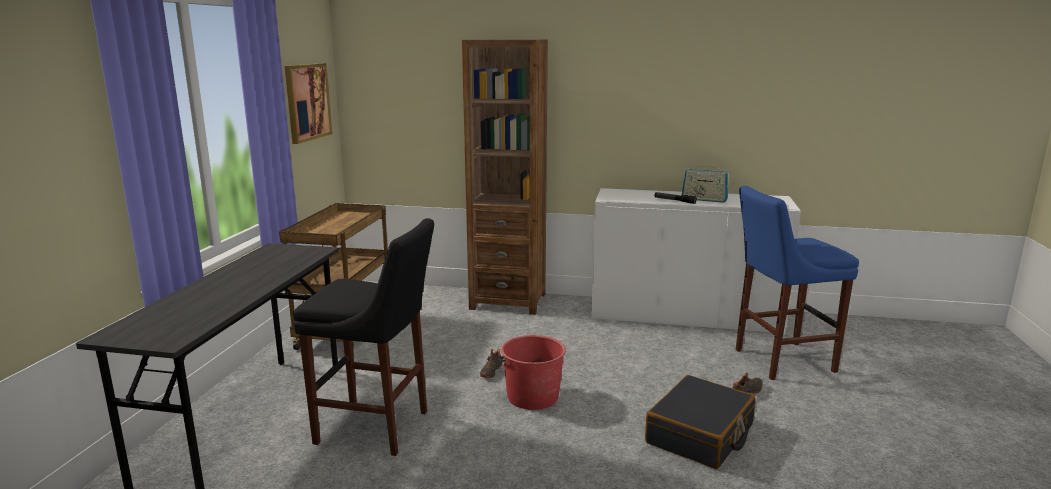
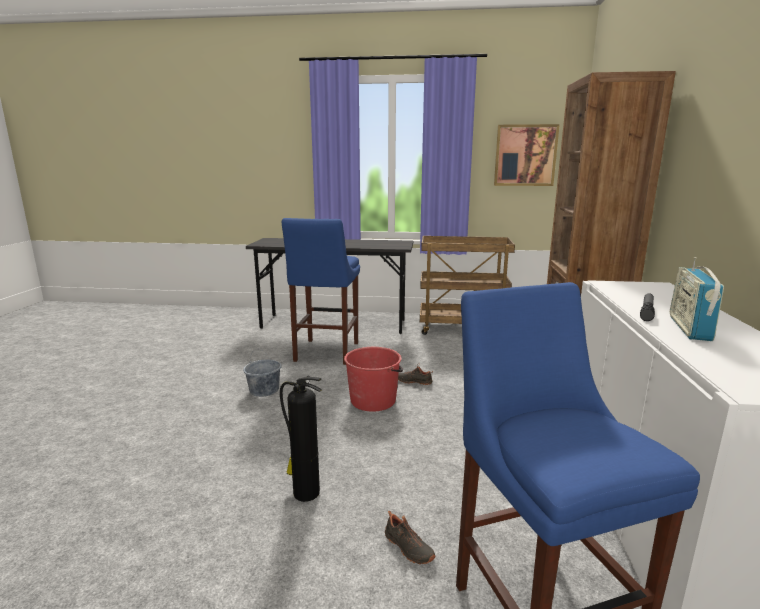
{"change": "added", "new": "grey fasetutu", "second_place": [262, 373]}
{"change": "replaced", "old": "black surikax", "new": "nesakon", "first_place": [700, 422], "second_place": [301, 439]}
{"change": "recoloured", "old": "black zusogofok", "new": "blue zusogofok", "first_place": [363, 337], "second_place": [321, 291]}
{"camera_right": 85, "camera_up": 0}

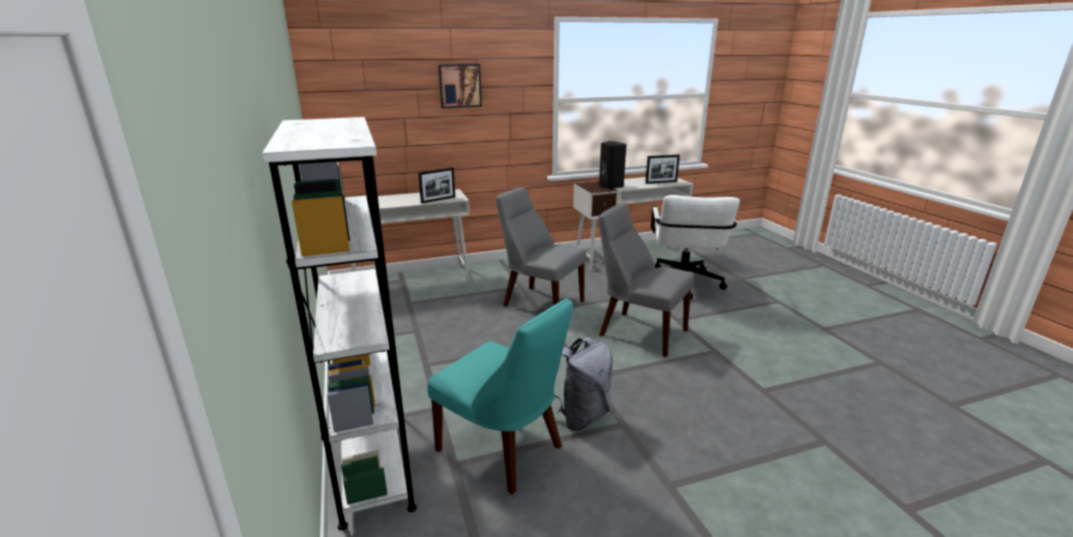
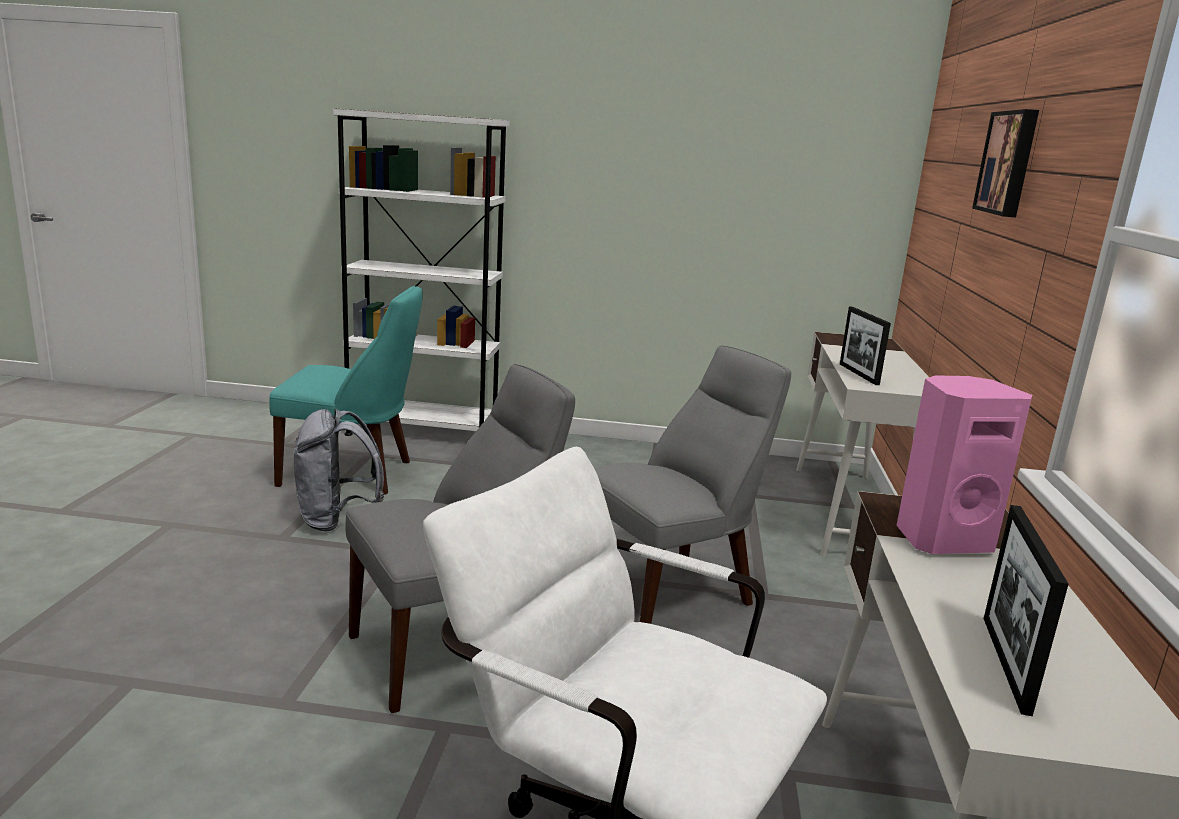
{"change": "recoloured", "old": "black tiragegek", "new": "pink tiragegek", "first_place": [612, 165], "second_place": [964, 464]}
{"change": "turned", "old": "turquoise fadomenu", "first_place": [500, 396], "second_place": [346, 390], "degrees": -150}
{"camera_right": 115, "camera_up": -5}

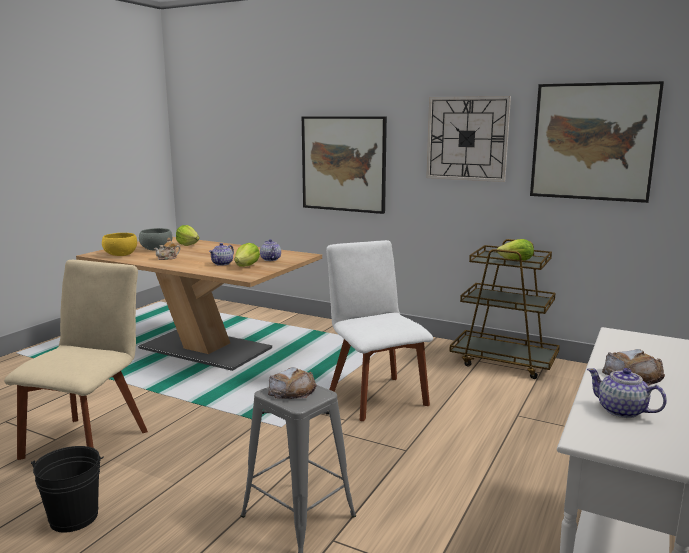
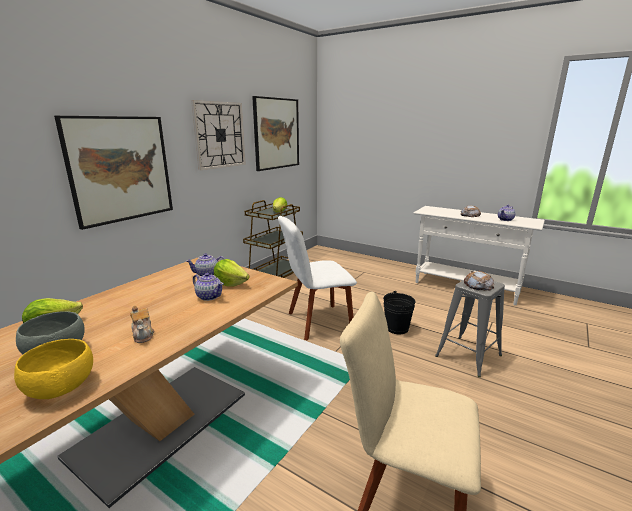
{"change": "moved", "old": "black fasetutu", "first_place": [67, 489], "second_place": [399, 312]}
{"camera_right": -85, "camera_up": 5}

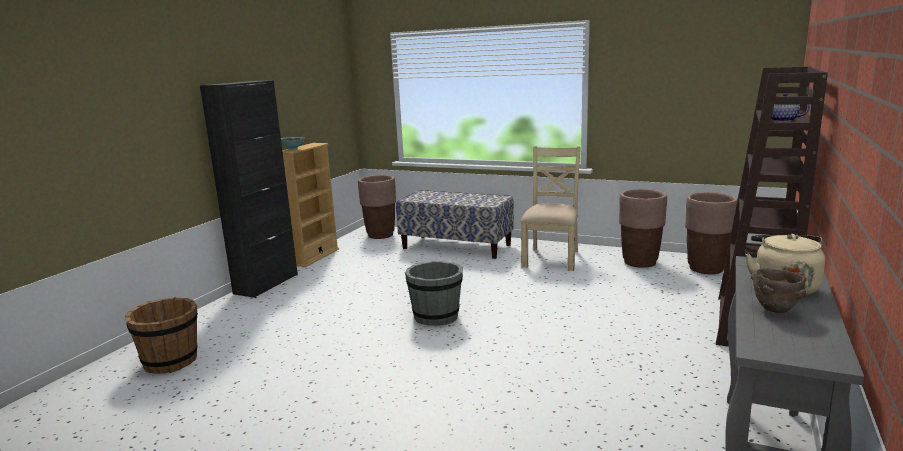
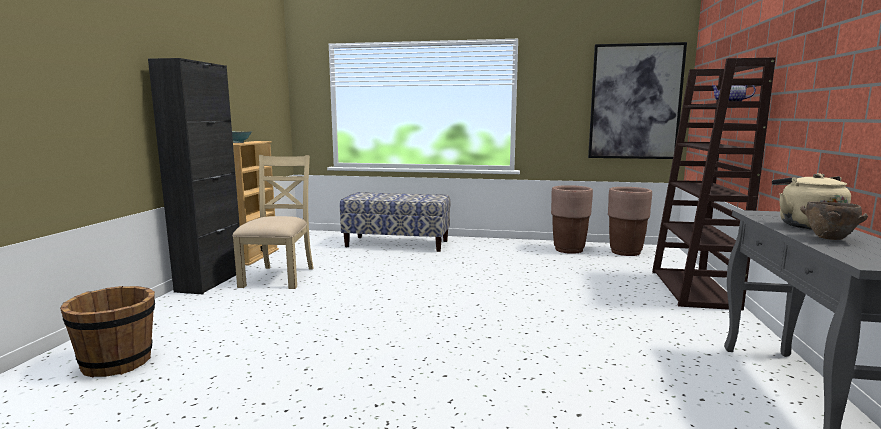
{"change": "removed", "old": "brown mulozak", "first_place": [377, 207]}
{"change": "removed", "old": "grey fasetutu", "first_place": [434, 293]}
{"change": "added", "new": "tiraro", "second_place": [637, 100]}
{"change": "moved", "old": "beige fadomenu", "first_place": [550, 209], "second_place": [273, 222]}
{"camera_right": -15, "camera_up": -5}

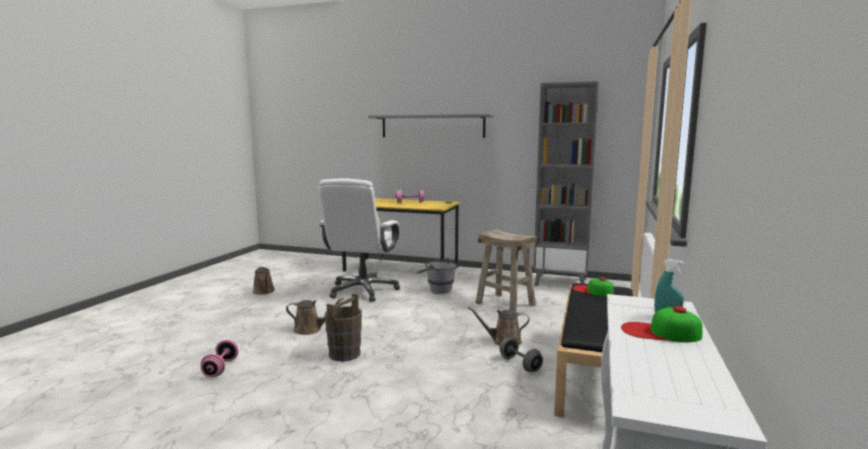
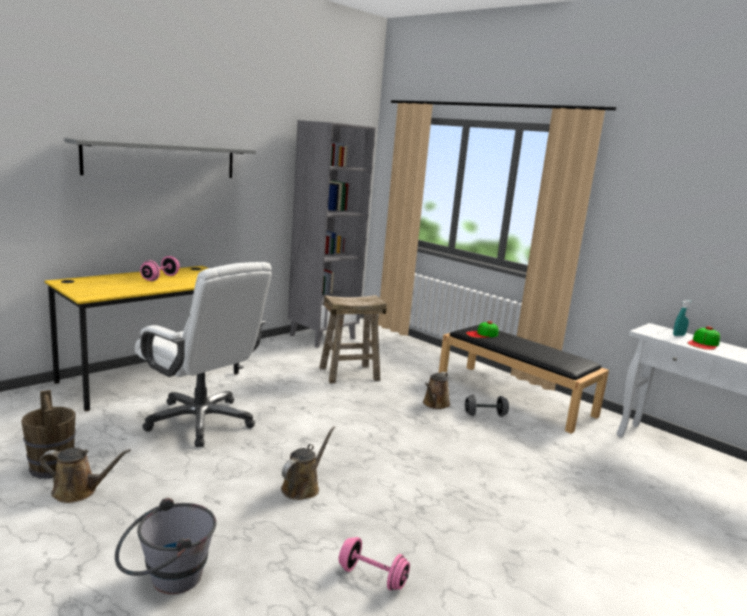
{"change": "moved", "old": "brown fasetutu", "first_place": [343, 327], "second_place": [48, 434]}
{"change": "moved", "old": "grey fasetutu", "first_place": [437, 275], "second_place": [165, 546]}
{"camera_right": -65, "camera_up": 5}

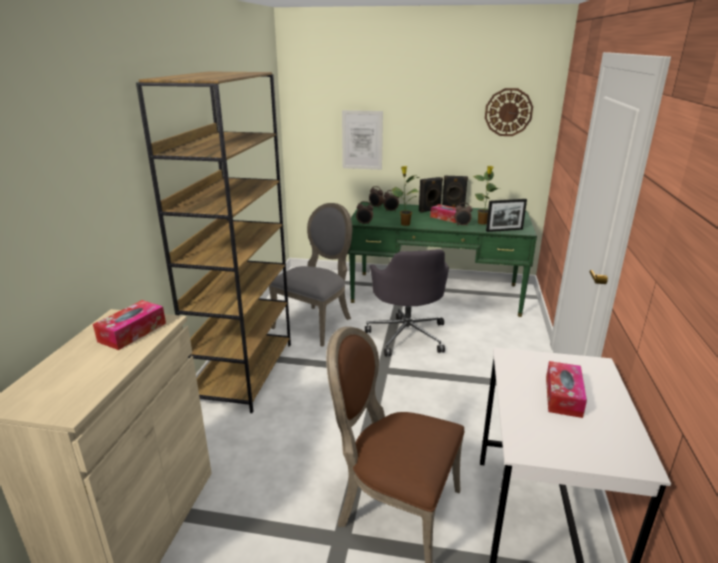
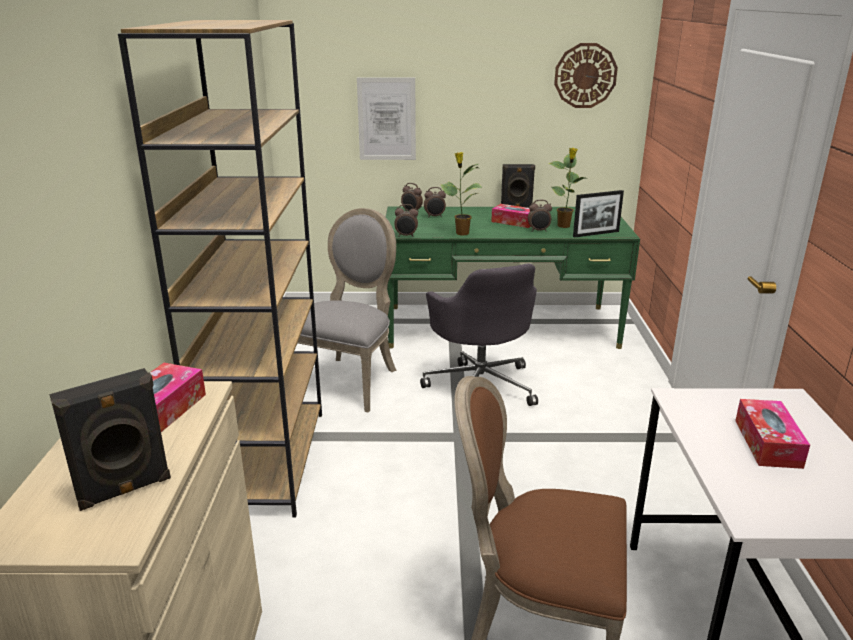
{"change": "moved", "old": "black tiragegek", "first_place": [431, 195], "second_place": [110, 439]}
{"camera_right": -10, "camera_up": 0}

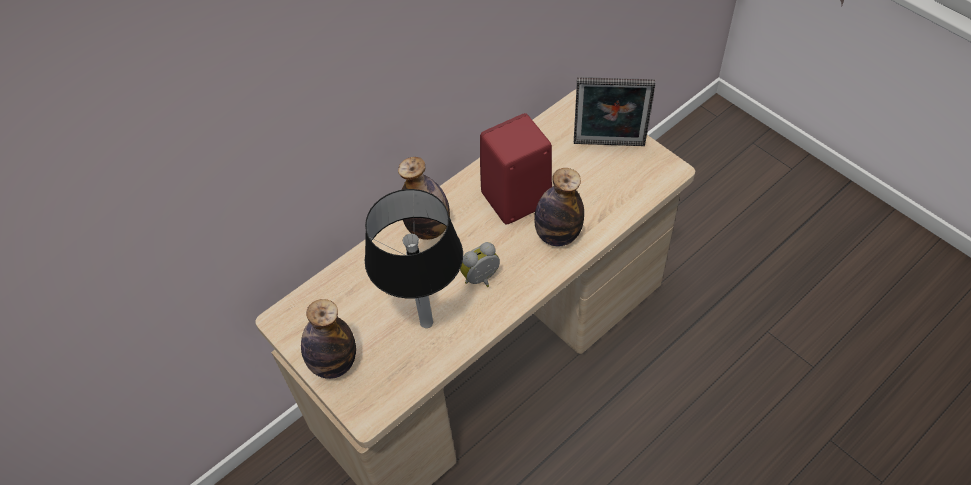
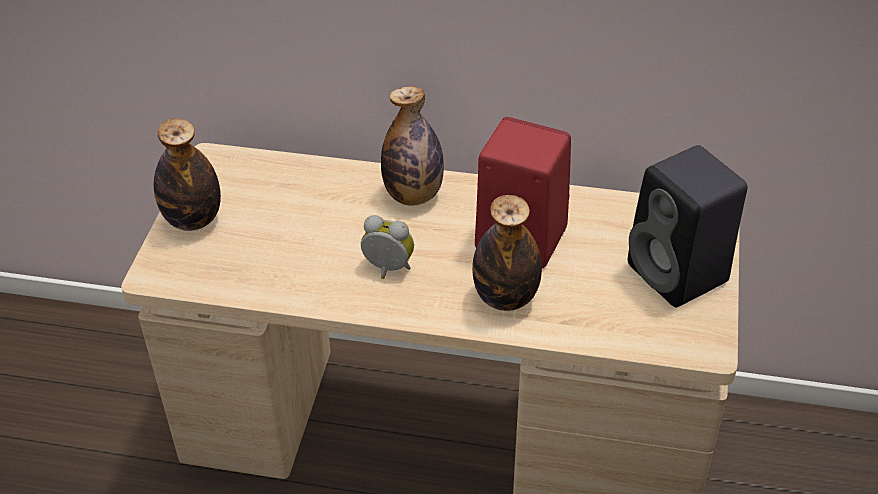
{"change": "removed", "old": "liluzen", "first_place": [414, 258]}
{"change": "replaced", "old": "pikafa", "new": "black tiragegek", "first_place": [614, 111], "second_place": [687, 226]}
{"camera_right": 50, "camera_up": -10}

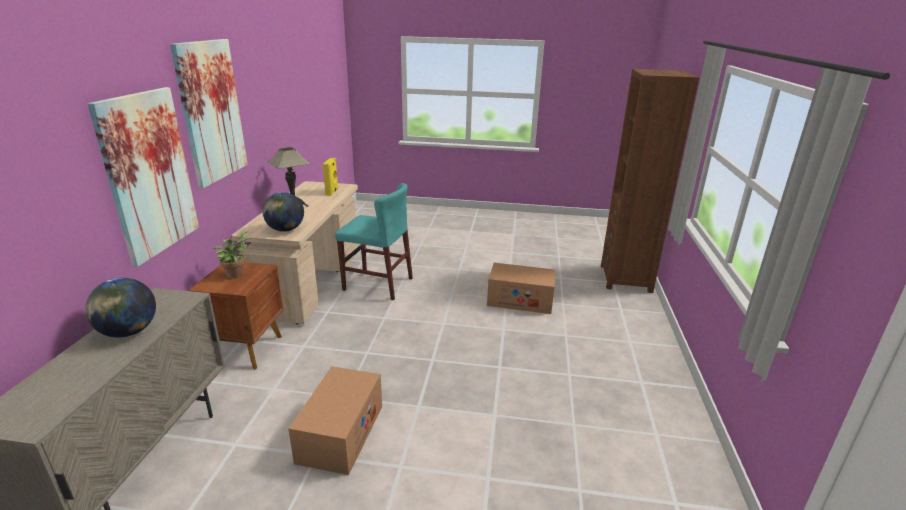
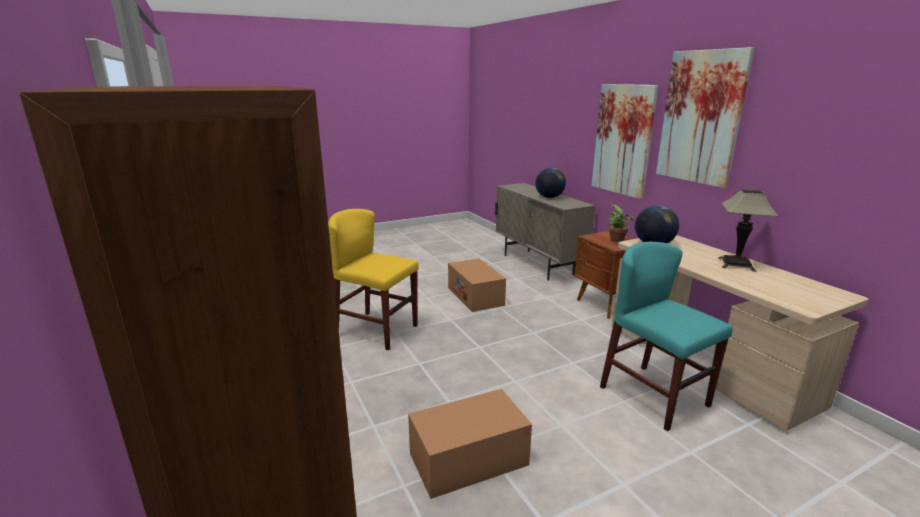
{"change": "removed", "old": "yellow tiragegek", "first_place": [330, 177]}
{"change": "added", "new": "yellow fadomenu", "second_place": [373, 279]}
{"change": "turned", "old": "turquoise fadomenu", "first_place": [374, 241], "second_place": [666, 336], "degrees": 75}
{"camera_right": 145, "camera_up": -5}

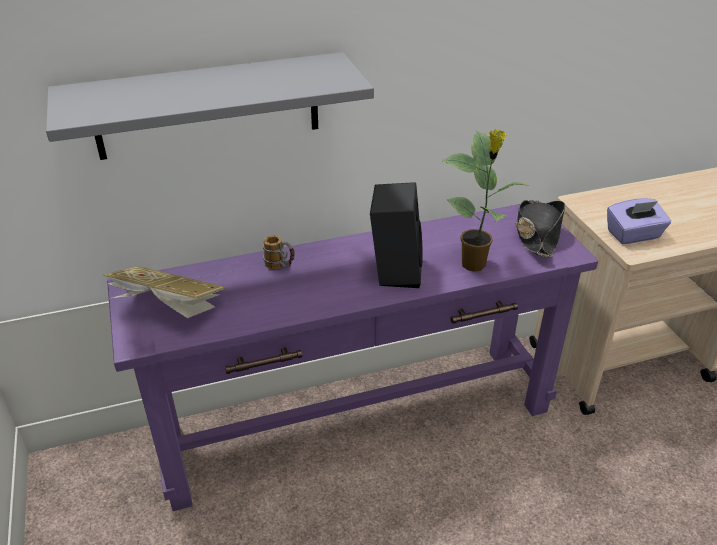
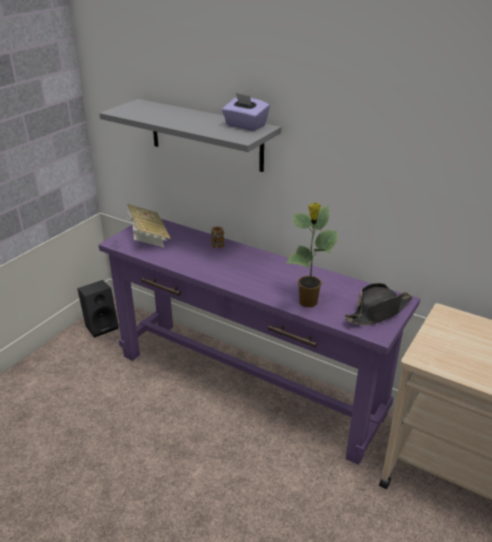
{"change": "moved", "old": "black tiragegek", "first_place": [396, 235], "second_place": [98, 309]}
{"change": "moved", "old": "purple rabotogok", "first_place": [639, 221], "second_place": [246, 112]}
{"camera_right": 50, "camera_up": -5}

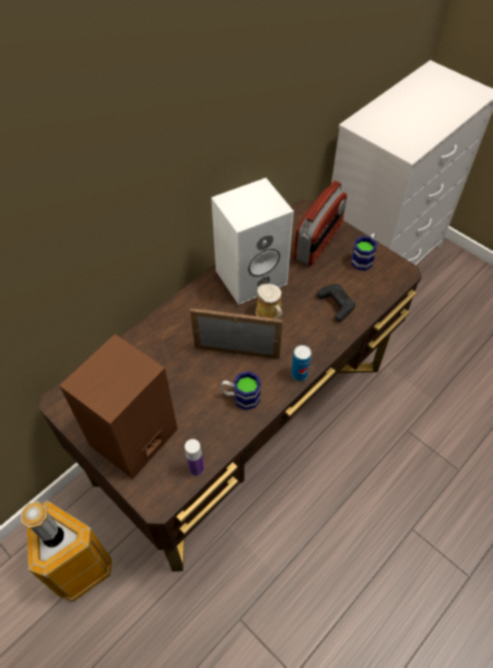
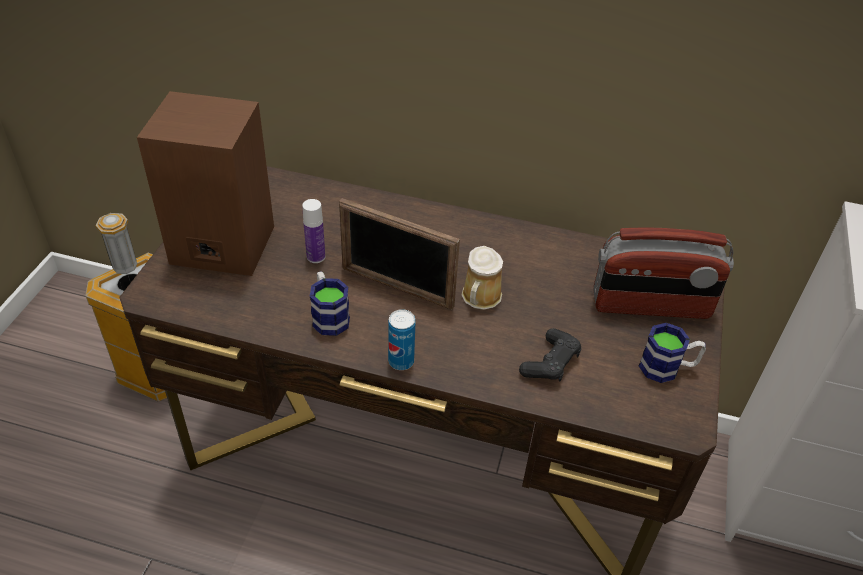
{"change": "removed", "old": "white tiragegek", "first_place": [252, 241]}
{"change": "moved", "old": "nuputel", "first_place": [194, 457], "second_place": [313, 231]}
{"change": "turned", "old": "pikafa", "first_place": [236, 333], "second_place": [399, 254], "degrees": 135}
{"camera_right": 60, "camera_up": -10}

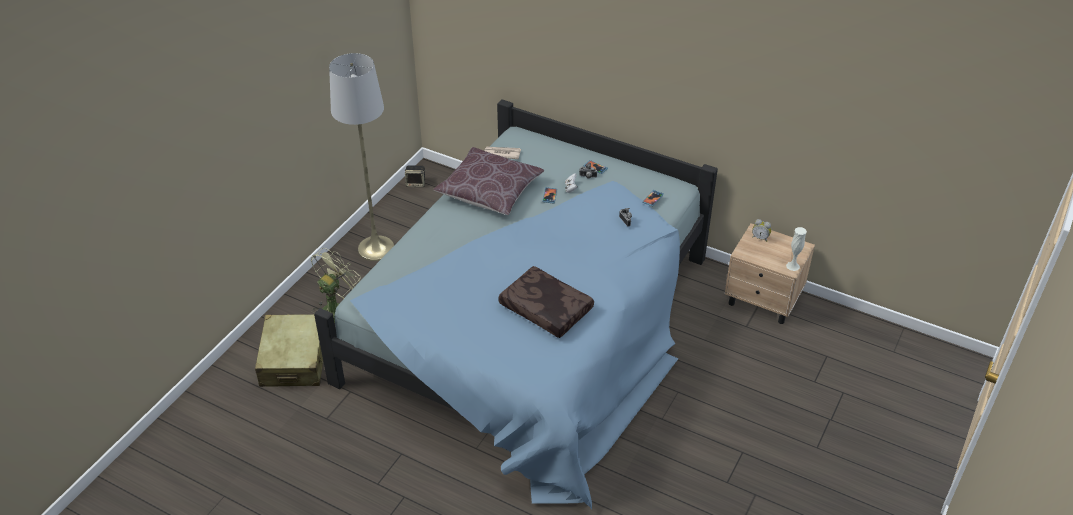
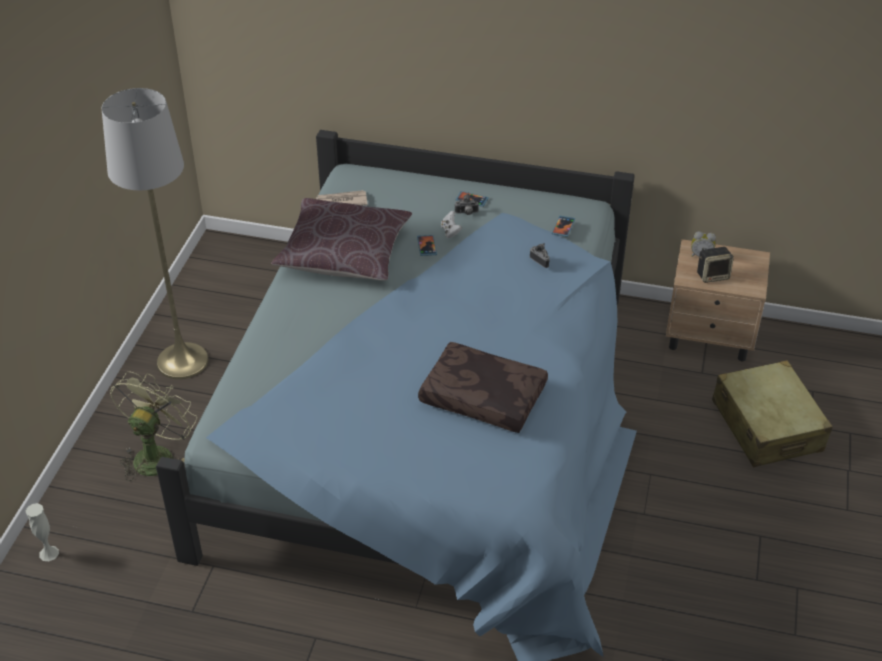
{"change": "moved", "old": "beige surikax", "first_place": [289, 350], "second_place": [772, 413]}
{"change": "moved", "old": "tiragegek", "first_place": [415, 176], "second_place": [715, 265]}
{"change": "moved", "old": "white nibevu", "first_place": [796, 249], "second_place": [42, 532]}
{"camera_right": -15, "camera_up": 0}

